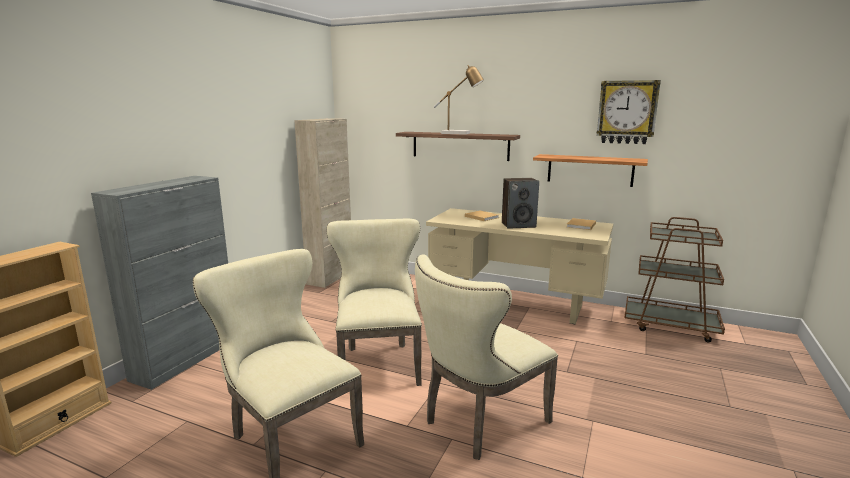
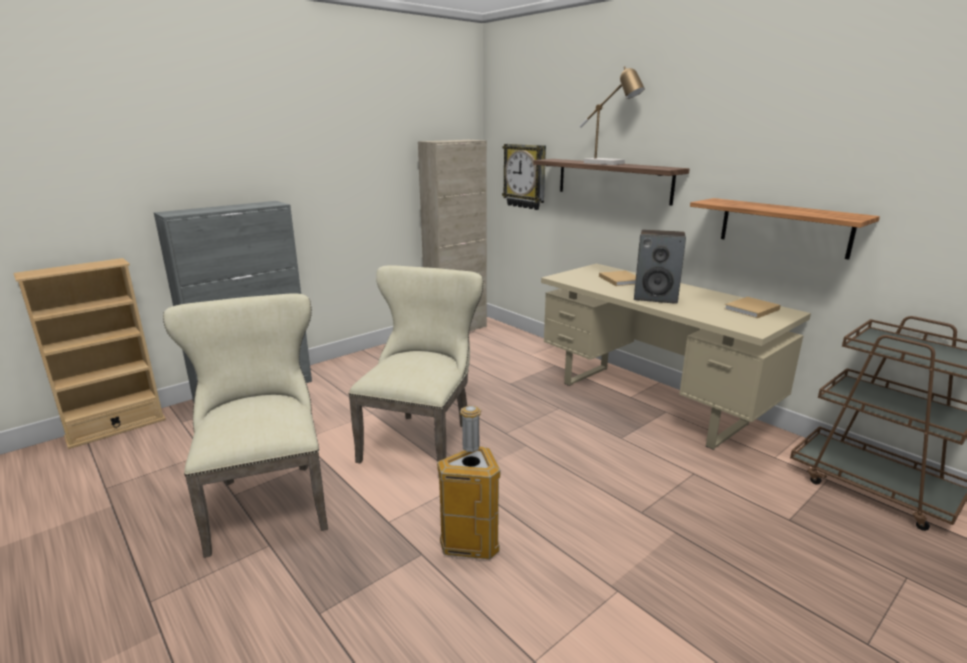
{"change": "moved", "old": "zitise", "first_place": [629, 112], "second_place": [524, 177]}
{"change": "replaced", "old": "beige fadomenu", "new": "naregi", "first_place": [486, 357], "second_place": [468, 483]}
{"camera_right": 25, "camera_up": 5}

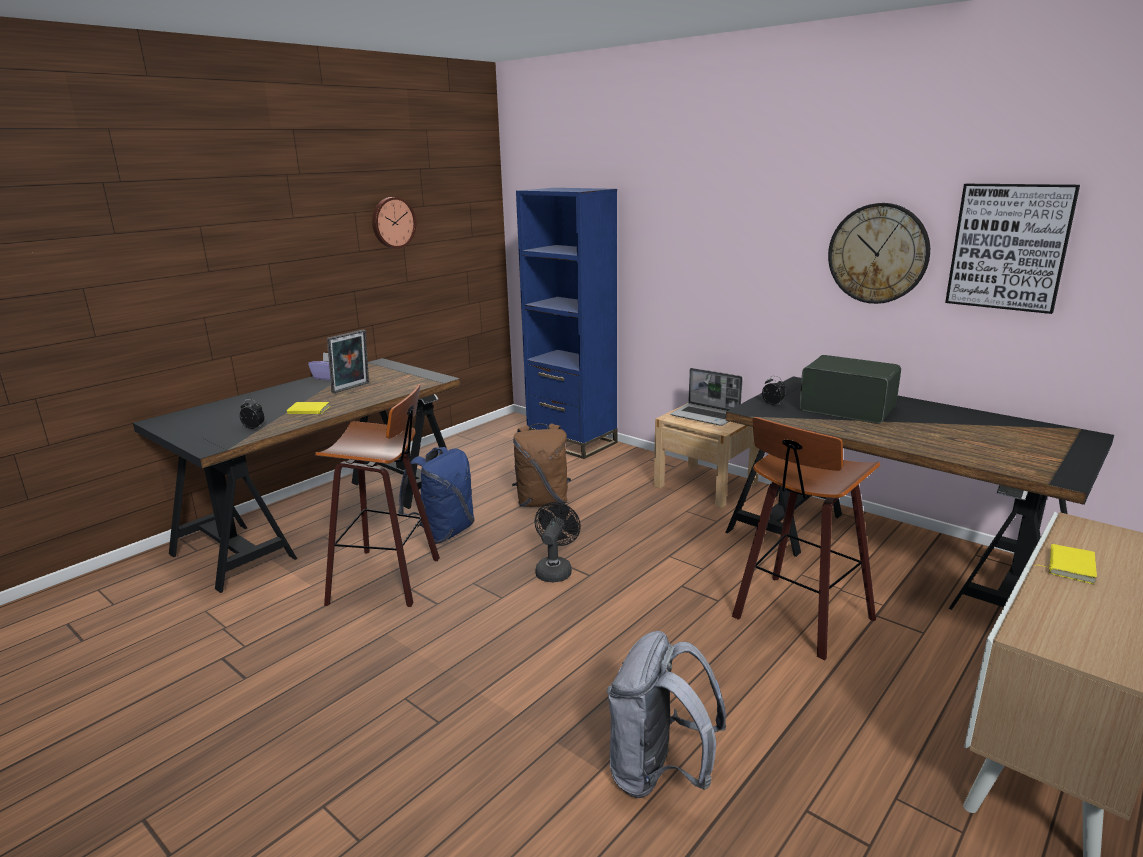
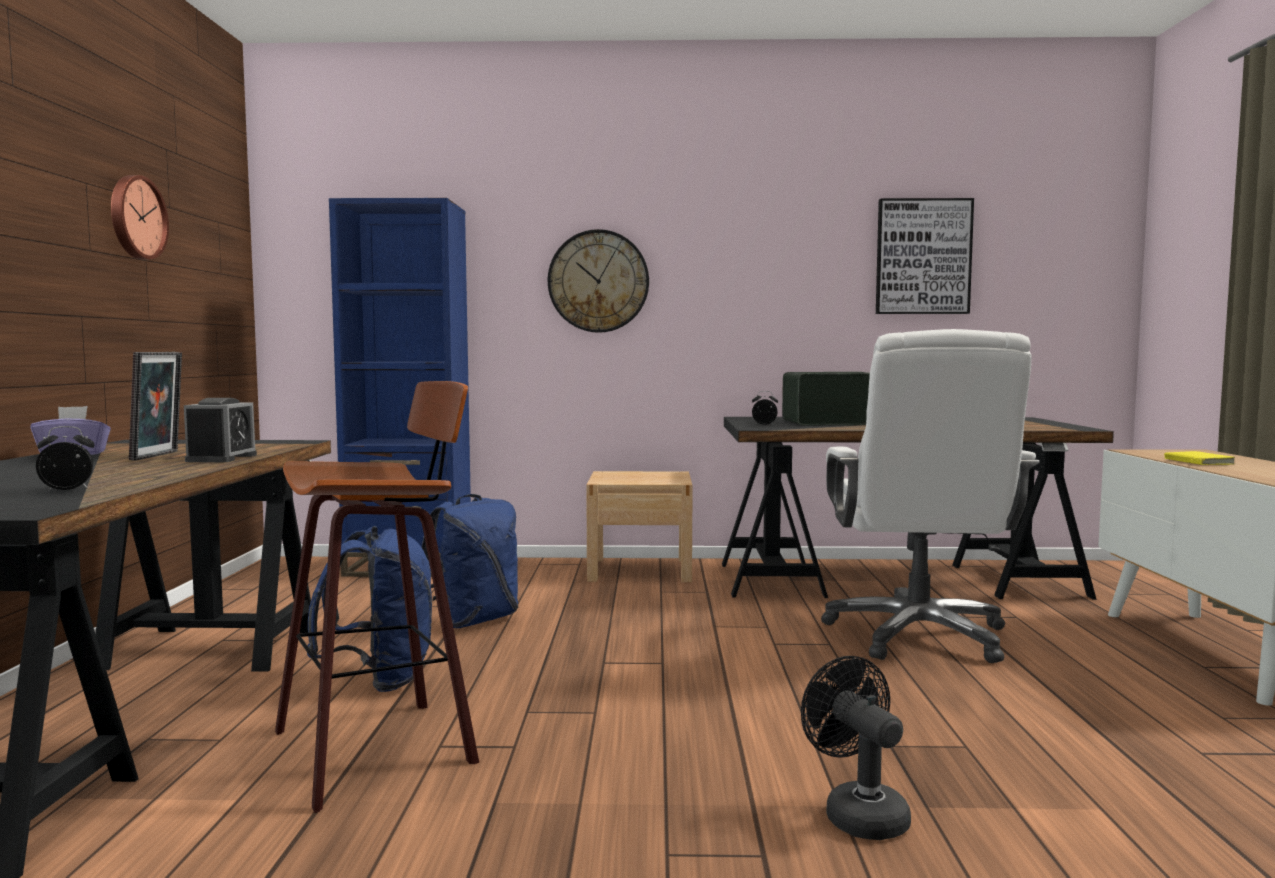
{"change": "removed", "old": "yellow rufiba", "first_place": [308, 408]}
{"change": "removed", "old": "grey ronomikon", "first_place": [666, 714]}
{"change": "removed", "old": "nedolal", "first_place": [706, 397]}
{"change": "added", "new": "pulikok", "second_place": [220, 430]}
{"change": "moved", "old": "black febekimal", "first_place": [557, 542], "second_place": [856, 748]}
{"change": "moved", "old": "zitise", "first_place": [879, 253], "second_place": [598, 281]}
{"change": "replaced", "old": "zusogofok", "new": "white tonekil", "first_place": [806, 538], "second_place": [930, 496]}
{"change": "recoloured", "old": "brown ronomikon", "new": "blue ronomikon", "first_place": [541, 465], "second_place": [469, 561]}
{"camera_right": -40, "camera_up": -15}

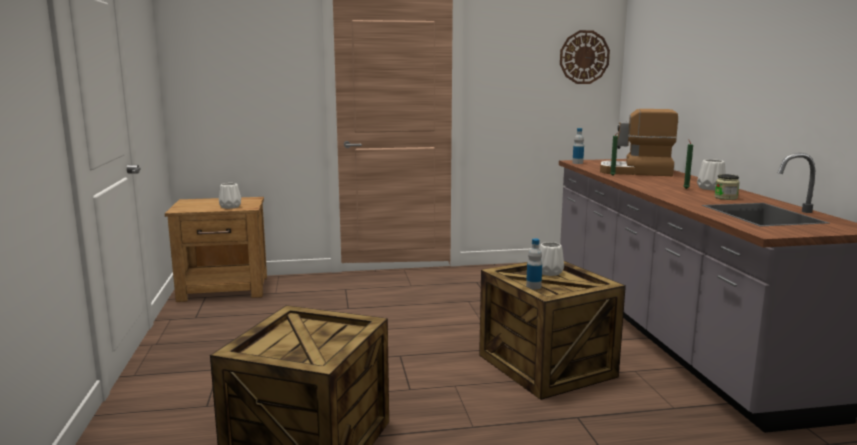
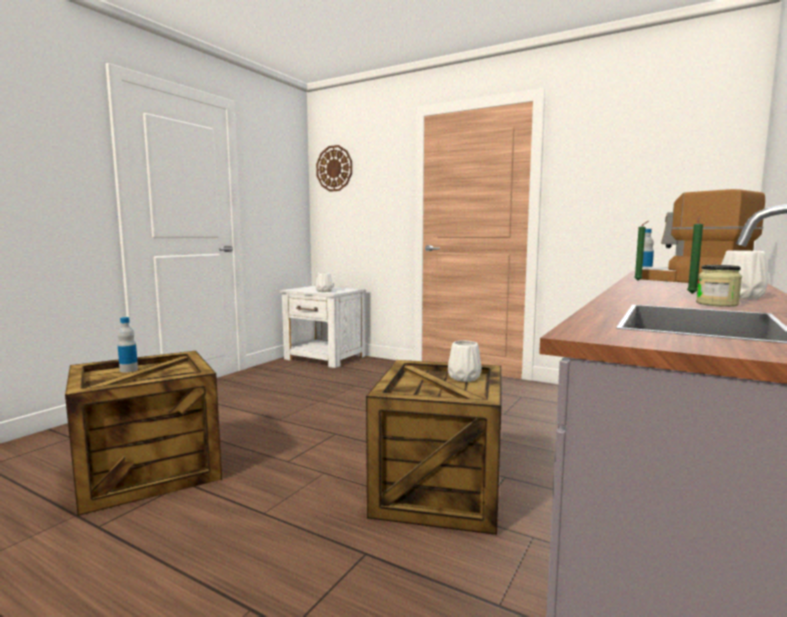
{"change": "moved", "old": "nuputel", "first_place": [534, 264], "second_place": [128, 344]}
{"change": "moved", "old": "zitise", "first_place": [585, 57], "second_place": [334, 168]}
{"change": "recoloured", "old": "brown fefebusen", "new": "white fefebusen", "first_place": [216, 249], "second_place": [322, 327]}
{"camera_right": 40, "camera_up": -5}

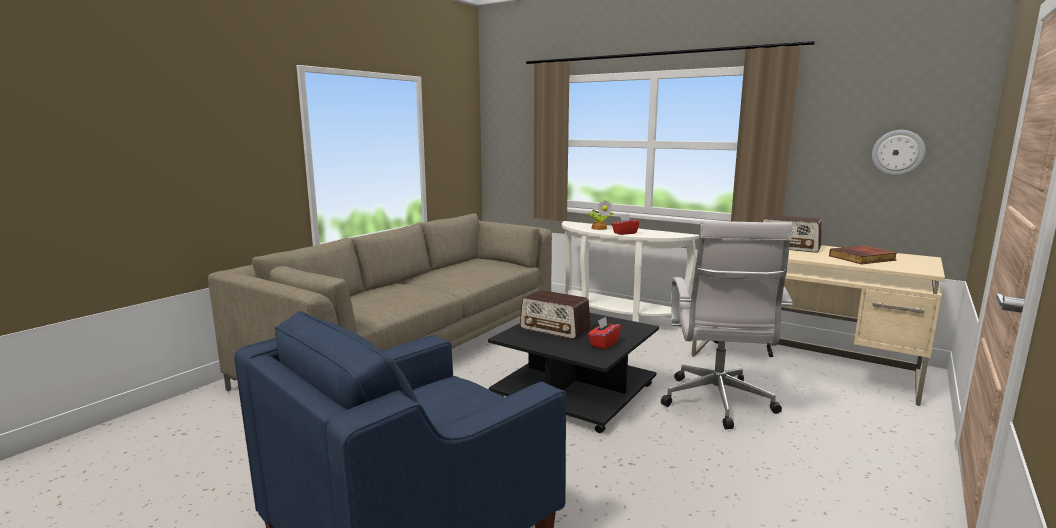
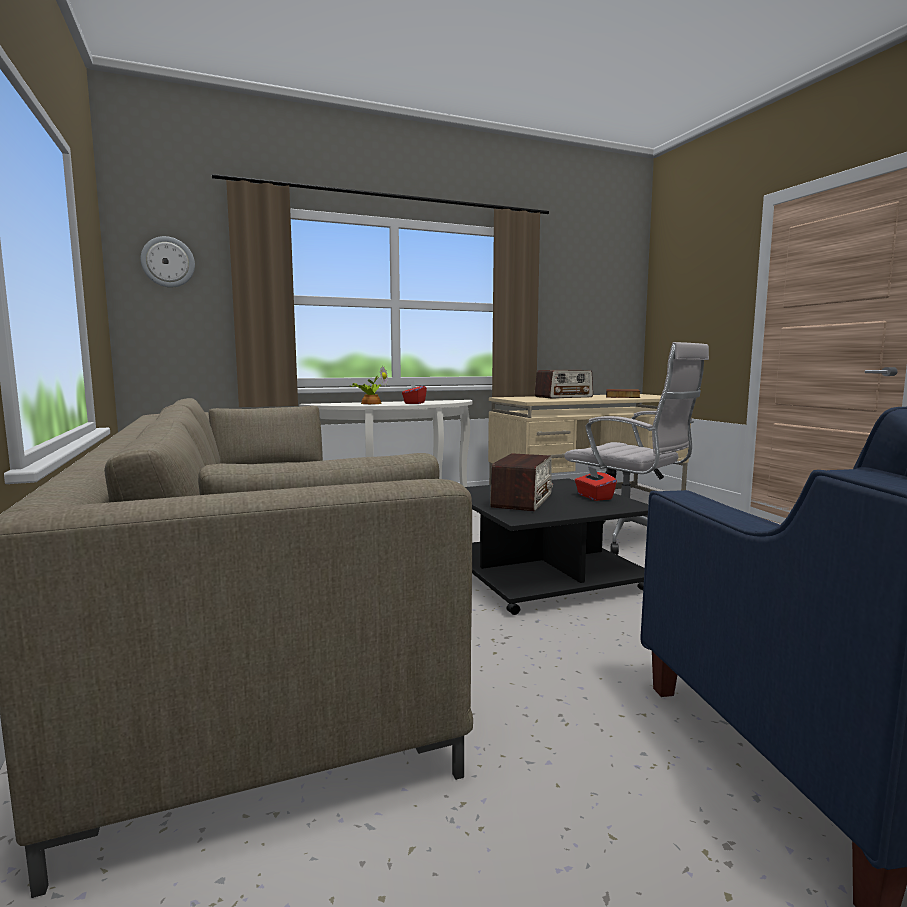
{"change": "moved", "old": "zitise", "first_place": [899, 153], "second_place": [168, 261]}
{"change": "turned", "old": "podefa", "first_place": [555, 314], "second_place": [521, 482], "degrees": -45}
{"camera_right": -55, "camera_up": -5}

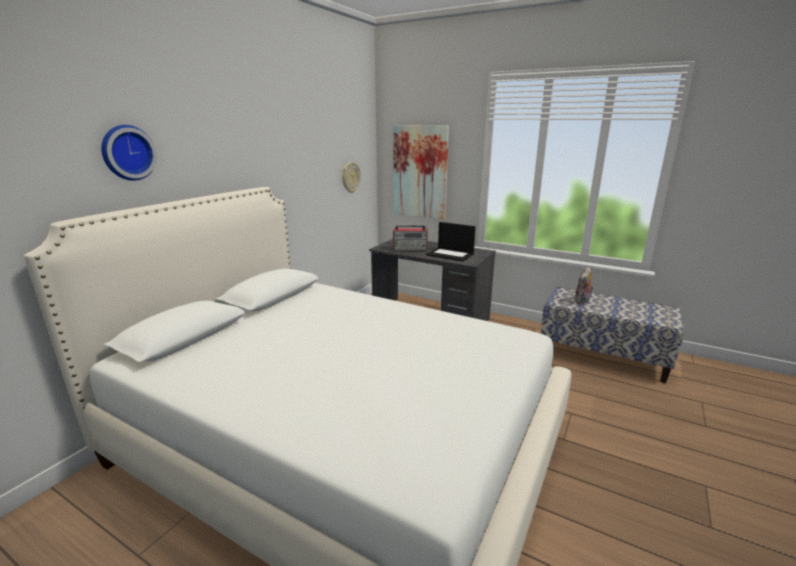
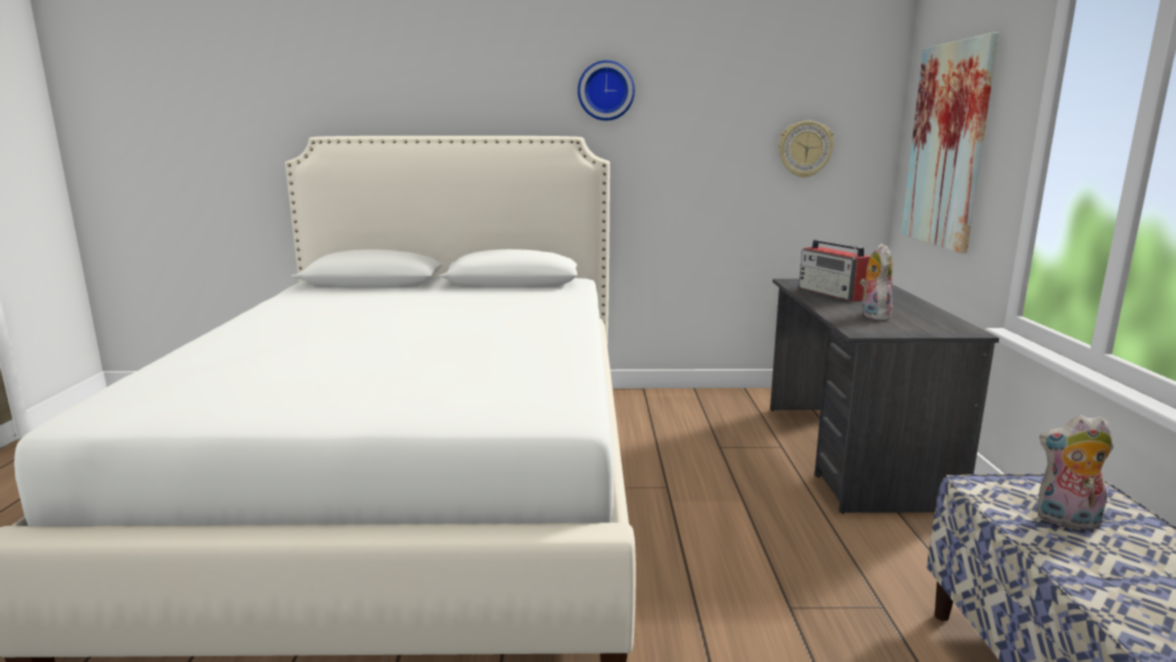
{"change": "moved", "old": "zitise", "first_place": [129, 153], "second_place": [606, 90]}
{"change": "replaced", "old": "nedolal", "new": "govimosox", "first_place": [450, 242], "second_place": [876, 282]}
{"camera_right": 60, "camera_up": -5}

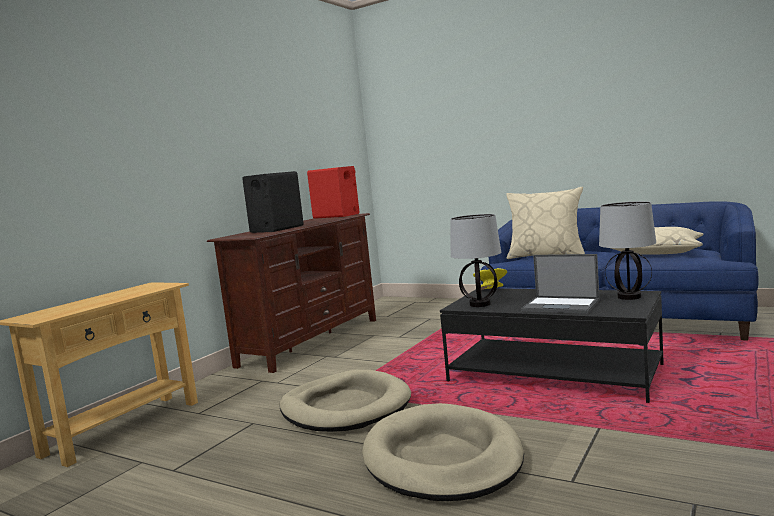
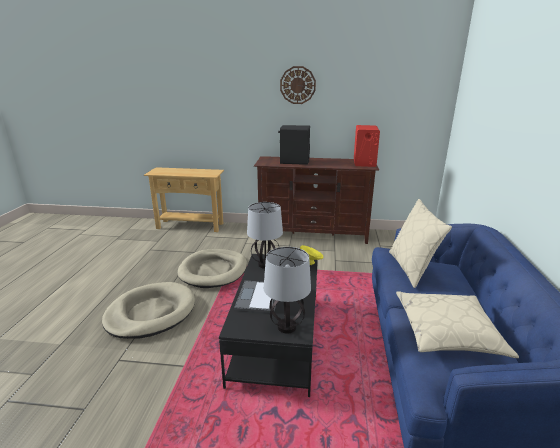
{"change": "added", "new": "zitise", "second_place": [298, 85]}
{"camera_right": 65, "camera_up": 15}

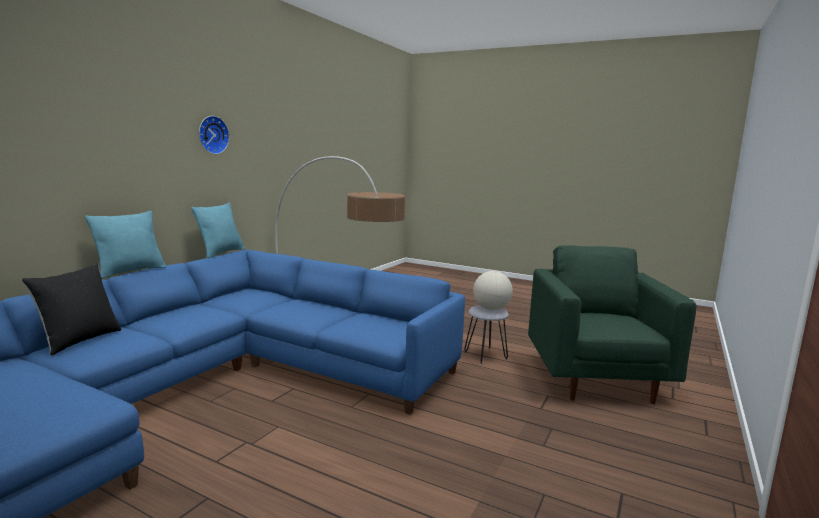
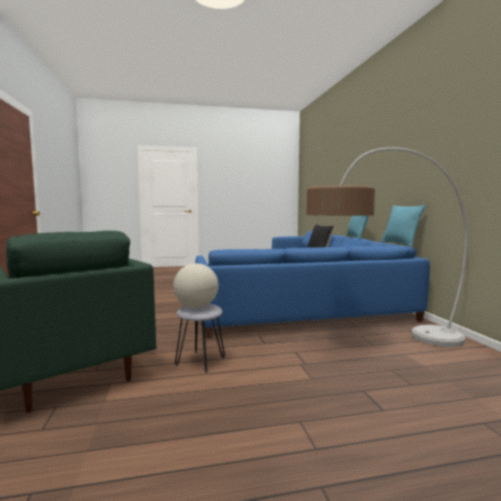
{"change": "removed", "old": "zitise", "first_place": [214, 135]}
{"camera_right": 140, "camera_up": -5}

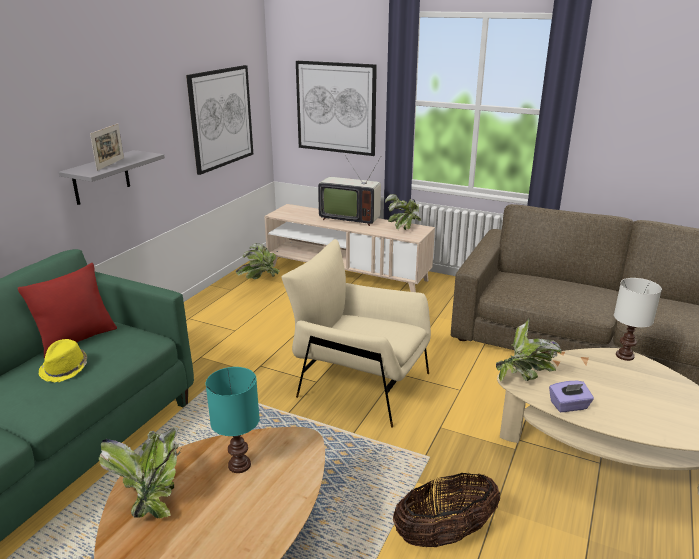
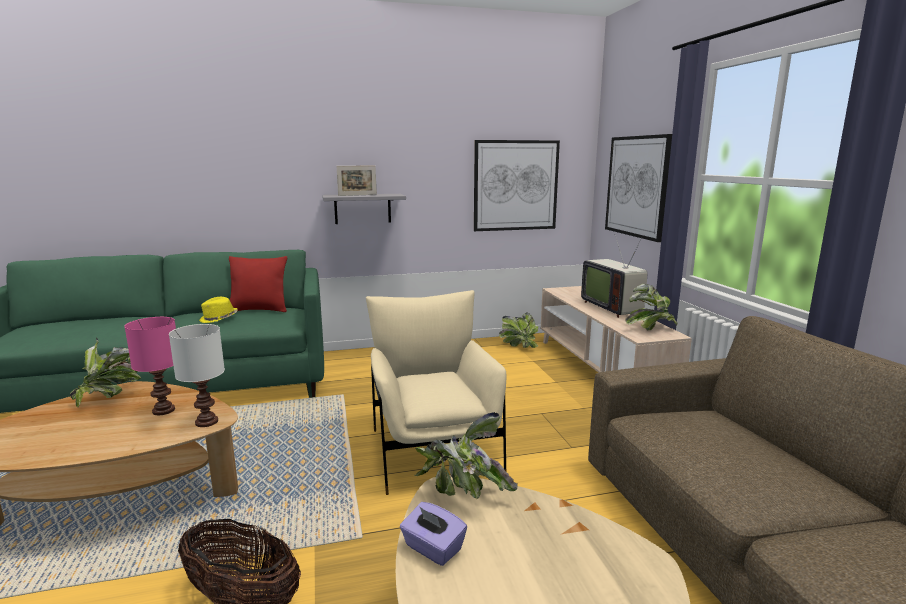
{"change": "moved", "old": "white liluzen", "first_place": [638, 319], "second_place": [197, 375]}
{"change": "recoloured", "old": "turquoise liluzen", "new": "pink liluzen", "first_place": [233, 420], "second_place": [150, 366]}
{"camera_right": 50, "camera_up": -10}

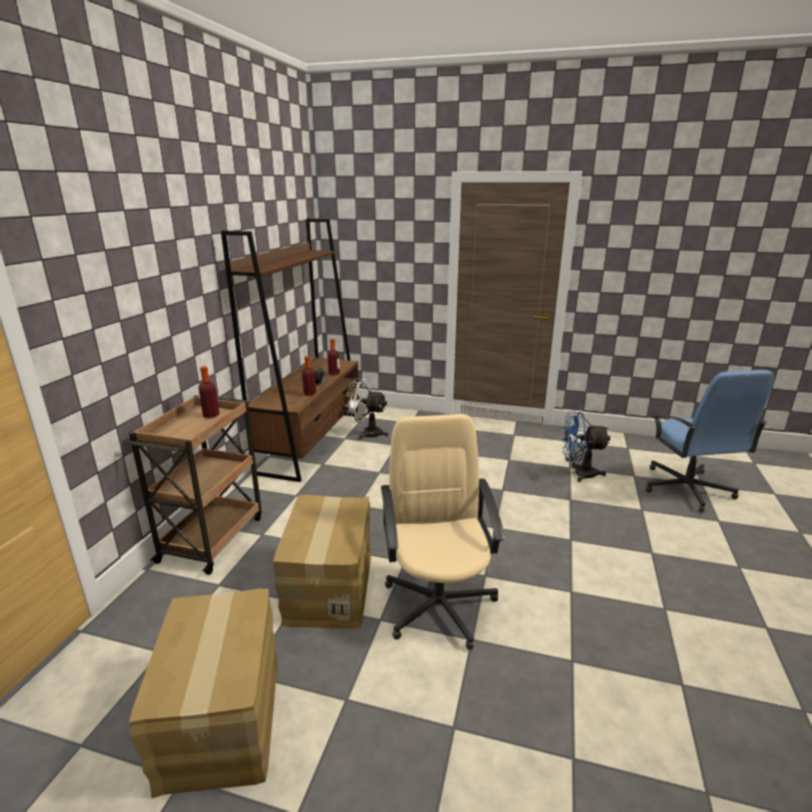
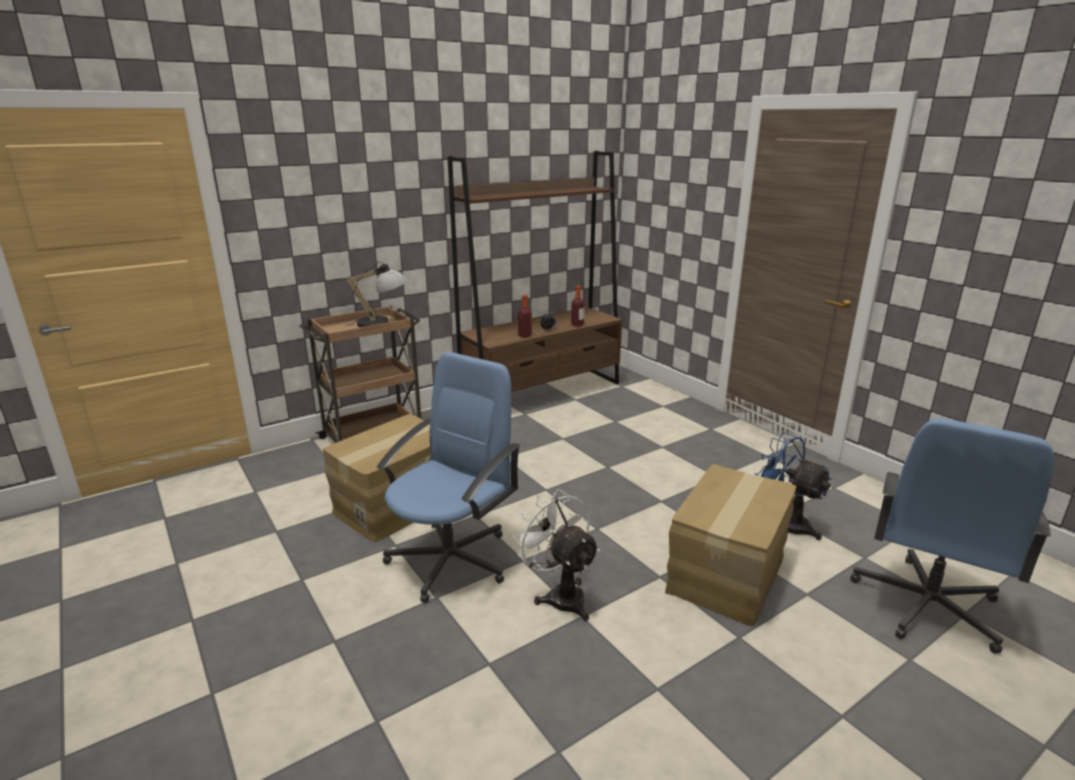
{"change": "moved", "old": "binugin", "first_place": [203, 693], "second_place": [730, 545]}
{"change": "moved", "old": "white febekimal", "first_place": [366, 409], "second_place": [556, 555]}
{"change": "replaced", "old": "nuputel", "new": "liluzen", "first_place": [208, 392], "second_place": [377, 294]}
{"change": "recoloured", "old": "beige tonekil", "new": "blue tonekil", "first_place": [443, 532], "second_place": [448, 477]}
{"camera_right": 40, "camera_up": 0}

